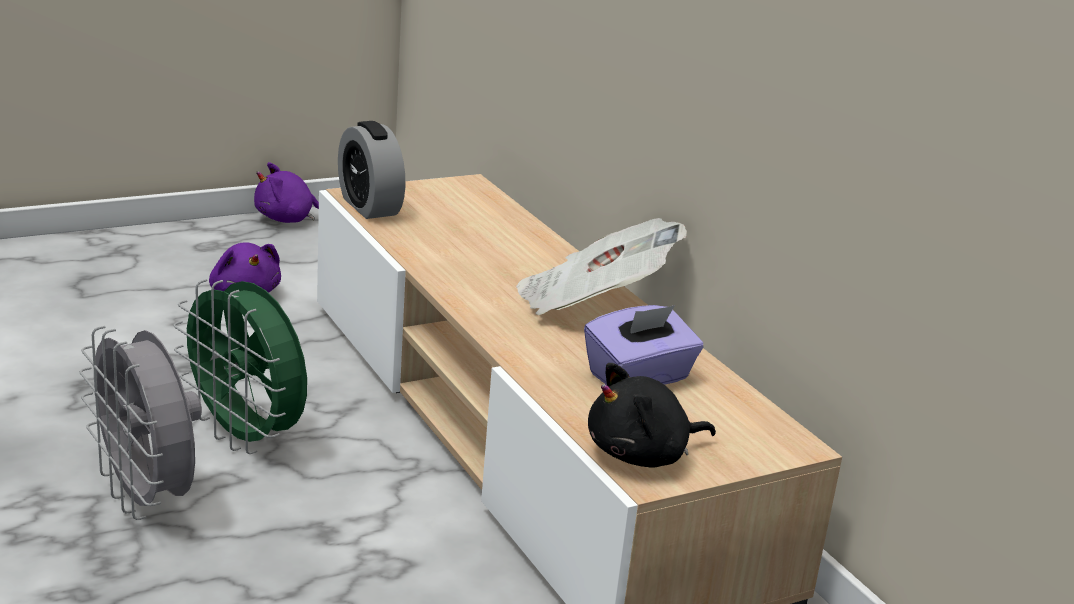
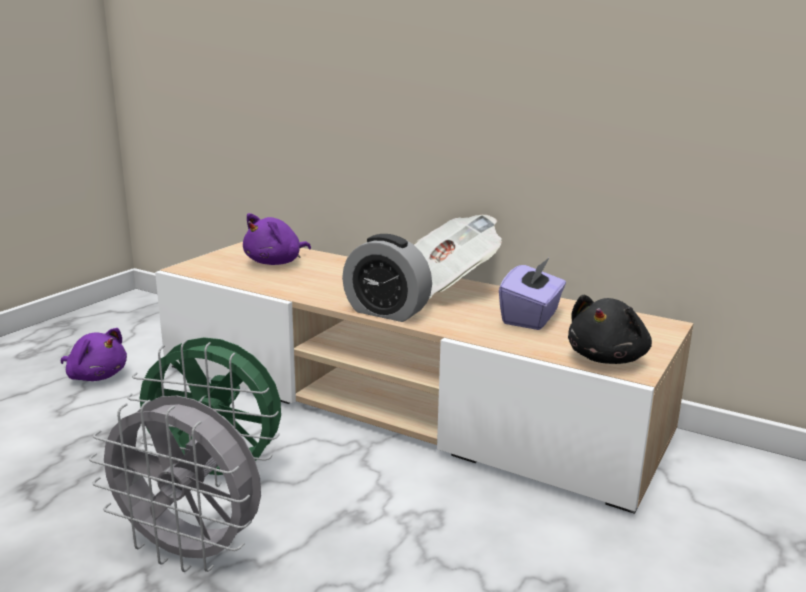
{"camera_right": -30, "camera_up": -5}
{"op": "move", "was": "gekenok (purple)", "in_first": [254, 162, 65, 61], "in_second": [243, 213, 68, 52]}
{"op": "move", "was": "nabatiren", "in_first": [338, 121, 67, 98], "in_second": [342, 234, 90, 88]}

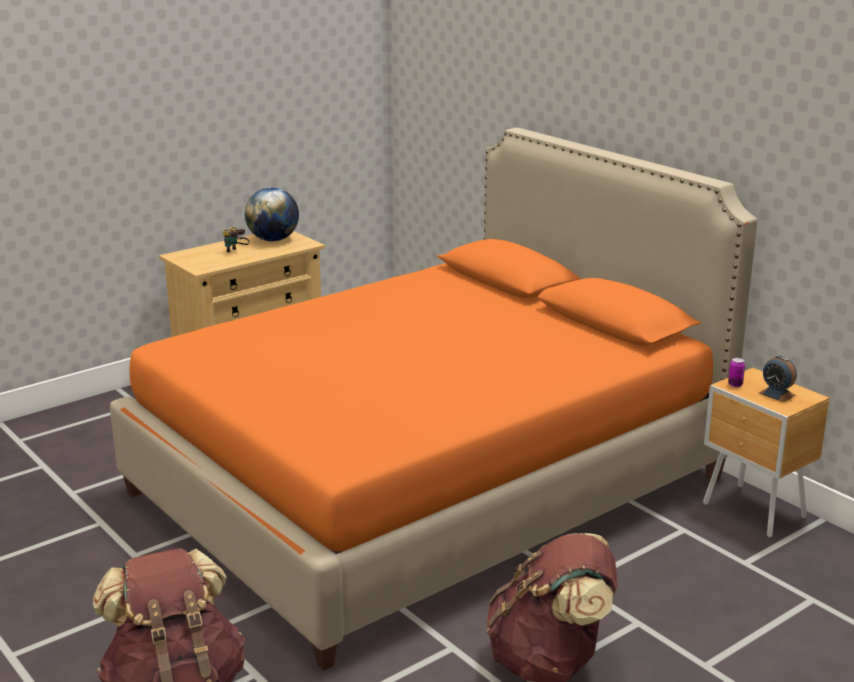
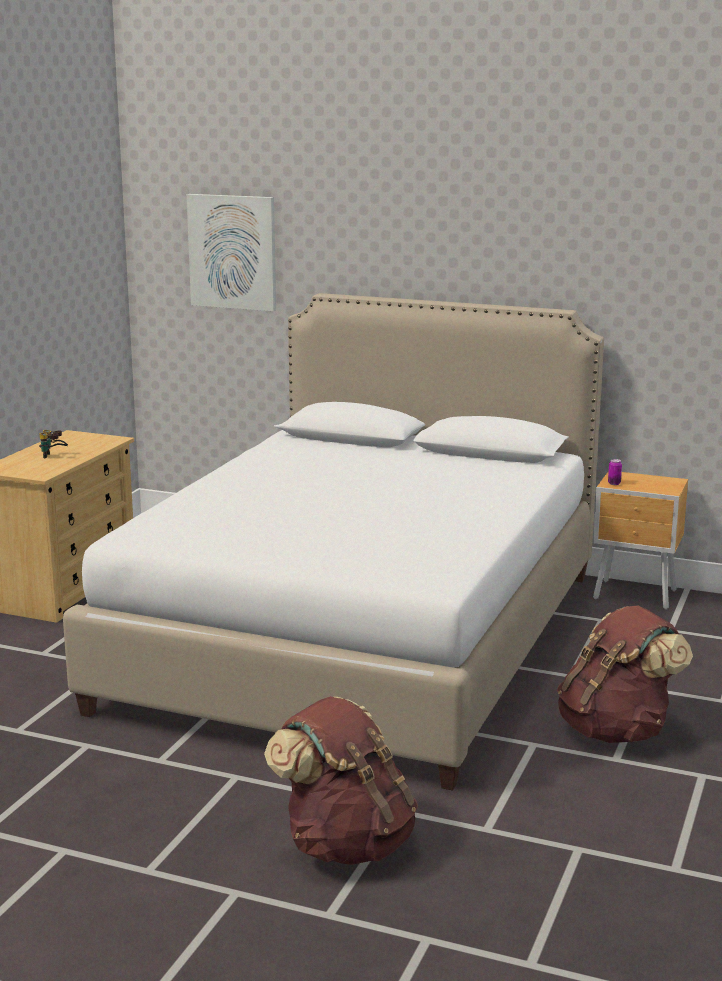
{"camera_right": -30, "camera_up": -5}
{"op": "delete", "was": "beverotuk", "in_first": [245, 187, 54, 54]}
{"op": "delete", "was": "nabatiren", "in_first": [759, 355, 38, 47]}
{"op": "insert", "now": "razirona", "in_second": [187, 194, 89, 117]}
{"op": "recolor", "was": "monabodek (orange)", "now": "monabodek (white)", "in_first": [110, 128, 648, 542], "in_second": [63, 293, 541, 498]}

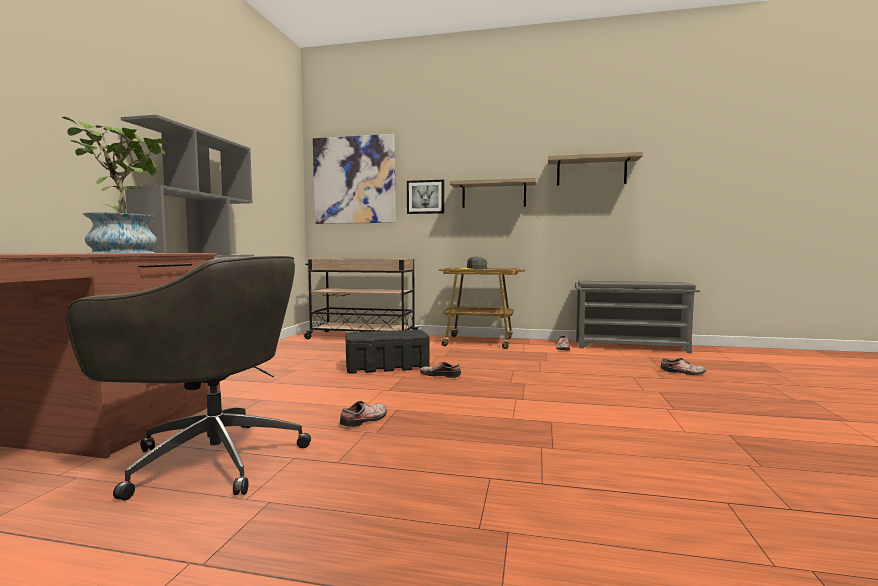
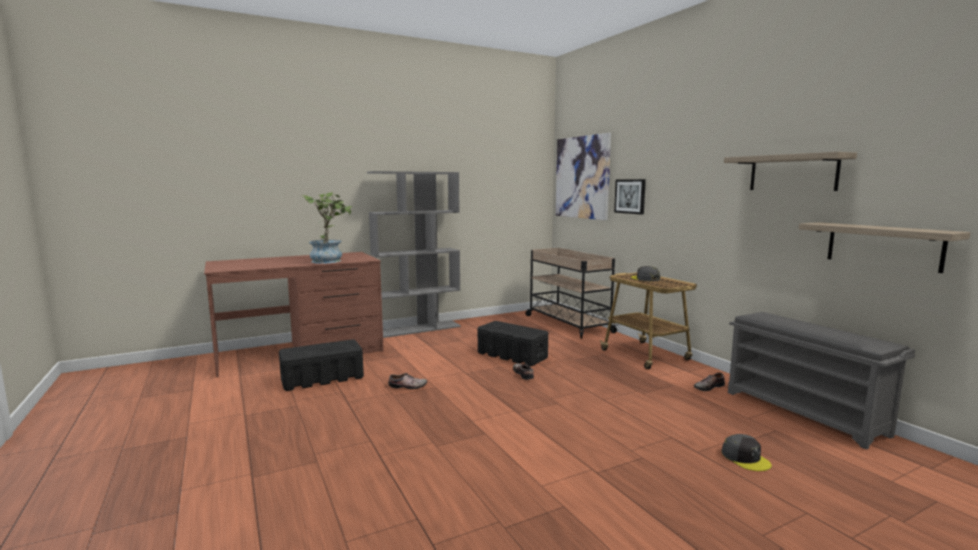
{"camera_right": 50, "camera_up": 5}
{"op": "move", "was": "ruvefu", "in_first": [450, 178, 86, 30], "in_second": [799, 222, 172, 51]}
{"op": "replace", "was": "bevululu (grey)", "now": "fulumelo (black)", "in_first": [66, 256, 245, 244], "in_second": [279, 339, 85, 52]}
{"op": "replace", "was": "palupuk", "now": "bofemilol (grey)", "in_first": [661, 358, 45, 17], "in_second": [722, 434, 50, 37]}

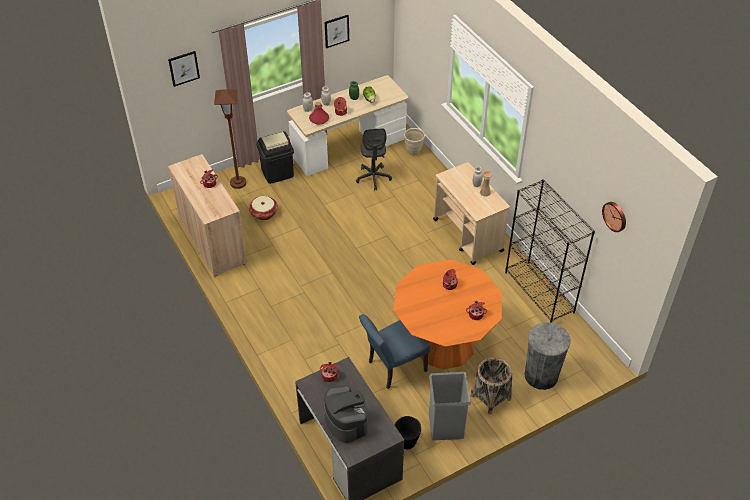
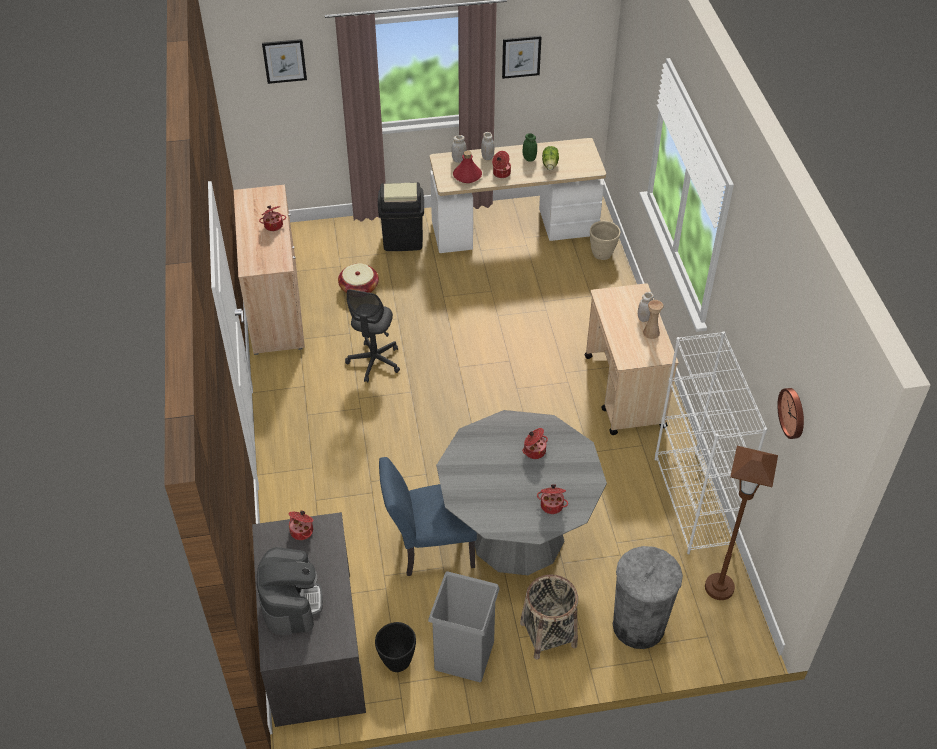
{"camera_right": 20, "camera_up": 0}
{"op": "move", "was": "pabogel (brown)", "in_first": [214, 89, 32, 100], "in_second": [705, 446, 73, 154]}
{"op": "move", "was": "bevululu (grey)", "in_first": [356, 128, 36, 62], "in_second": [345, 289, 55, 93]}
{"op": "recolor", "was": "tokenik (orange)", "now": "tokenik (grey)", "in_first": [393, 260, 109, 109], "in_second": [436, 410, 171, 165]}
{"op": "recolor", "was": "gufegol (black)", "now": "gufegol (white)", "in_first": [505, 179, 90, 144], "in_second": [654, 331, 113, 223]}

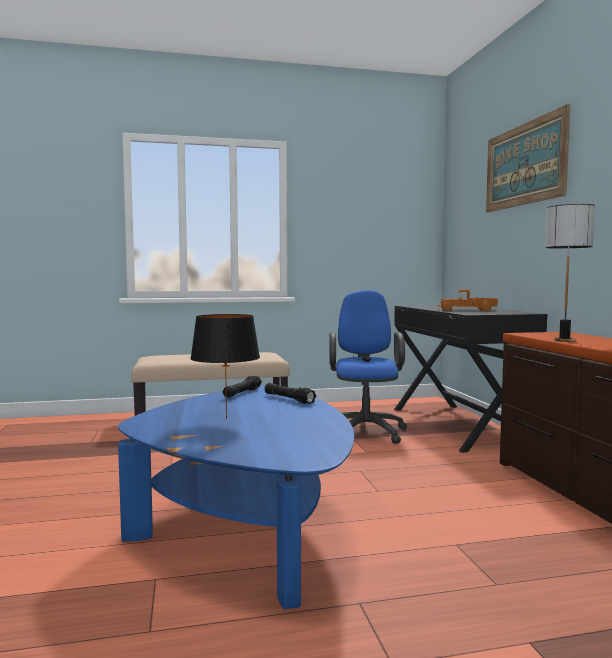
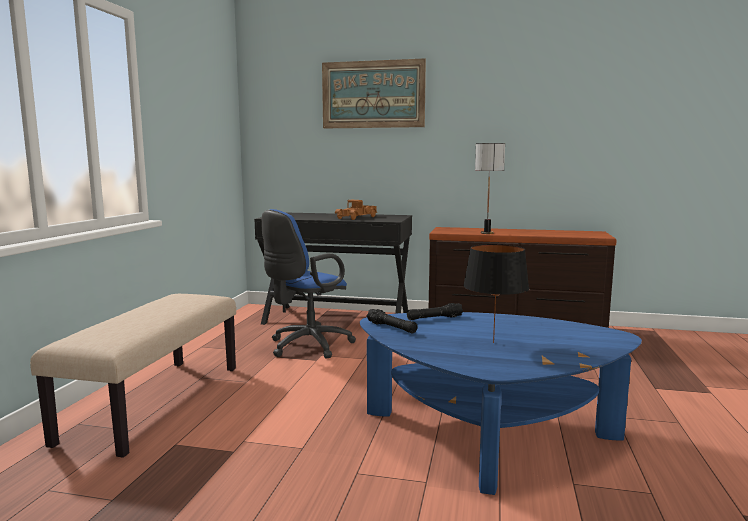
{"camera_right": -65, "camera_up": 5}
{"op": "rotate", "was": "bevululu (blue)", "in_first": [329, 290, 78, 154], "in_second": [261, 209, 95, 150], "clockwise": -75}

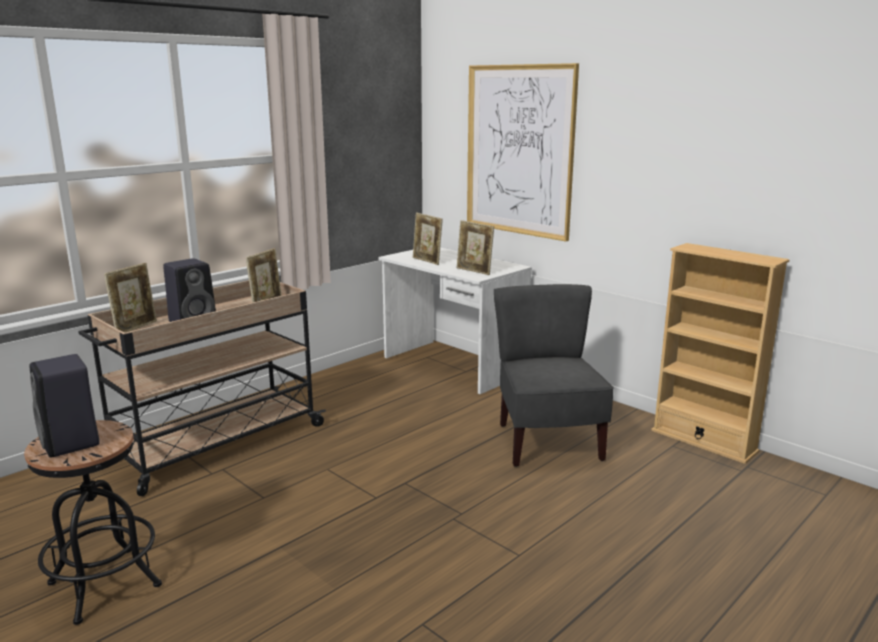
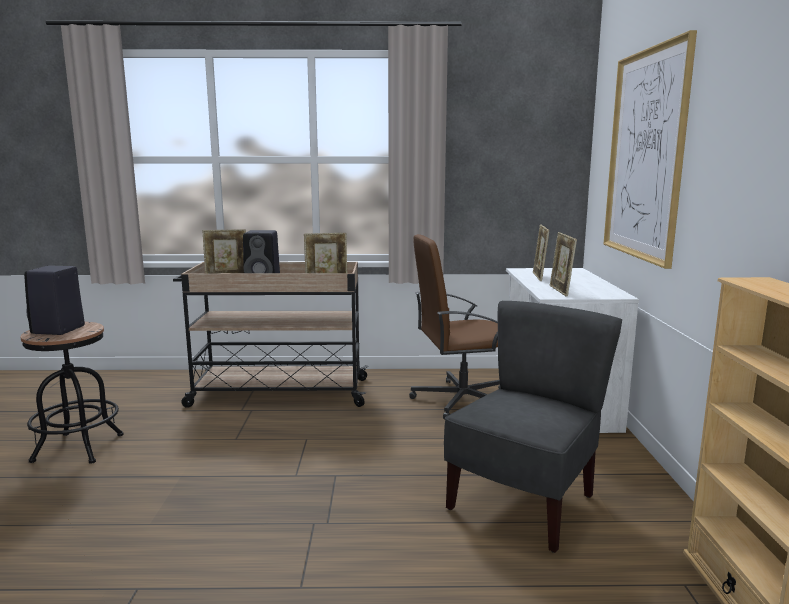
{"camera_right": 45, "camera_up": -5}
{"op": "insert", "now": "bevululu (brown)", "in_second": [409, 234, 91, 186]}

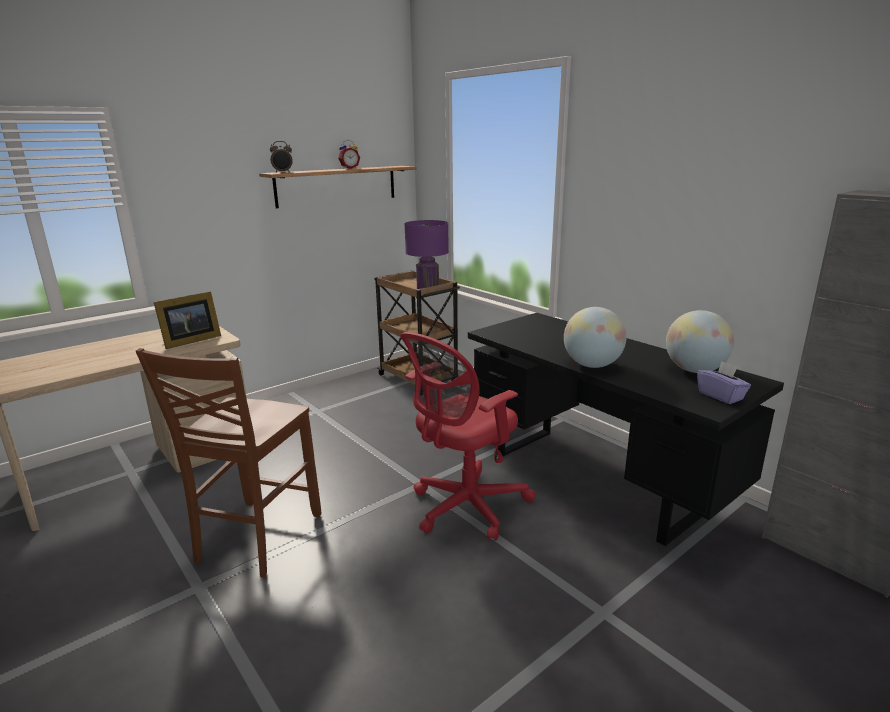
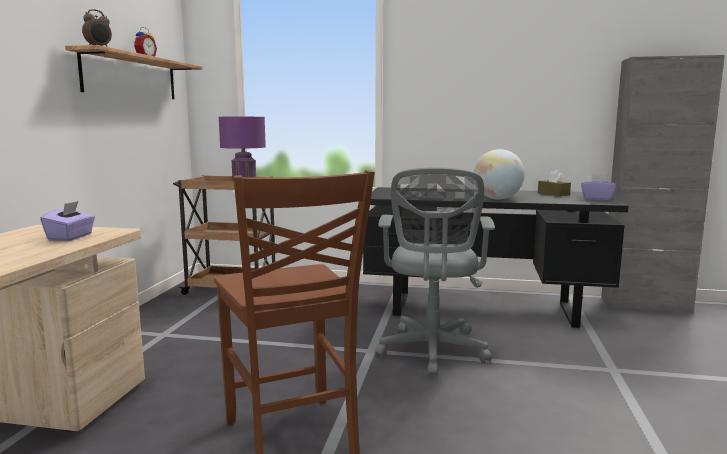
{"camera_right": -40, "camera_up": -10}
{"op": "replace", "was": "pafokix", "now": "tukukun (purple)", "in_first": [154, 291, 67, 58], "in_second": [40, 201, 55, 40]}
{"op": "replace", "was": "beverotuk", "now": "tukukun (brown)", "in_first": [666, 310, 68, 63], "in_second": [538, 170, 33, 26]}
{"op": "recolor", "was": "bevululu (red)", "now": "bevululu (grey)", "in_first": [400, 332, 136, 209], "in_second": [375, 167, 120, 210]}

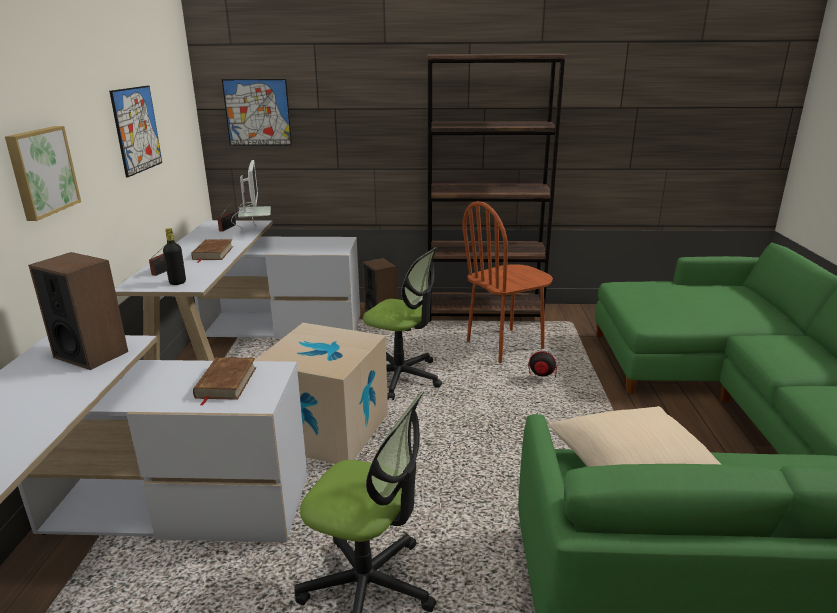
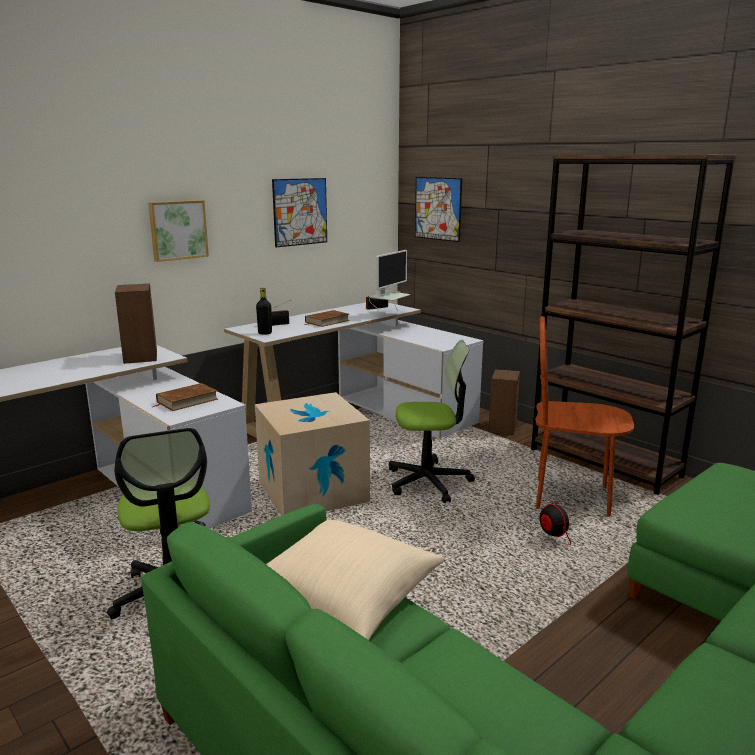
{"camera_right": 45, "camera_up": -5}
{"op": "rotate", "was": "bevululu", "in_first": [363, 247, 79, 153], "in_second": [389, 340, 86, 163], "clockwise": -75}

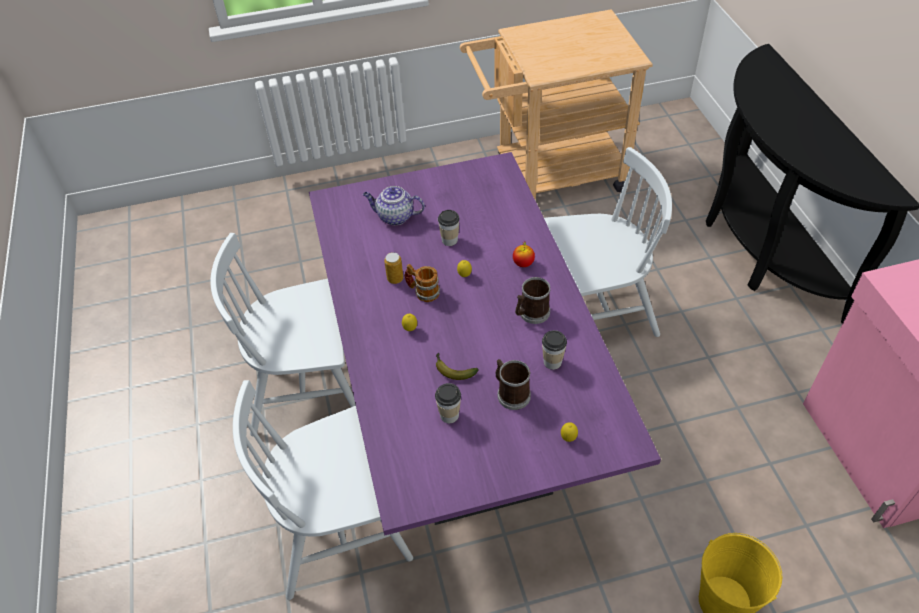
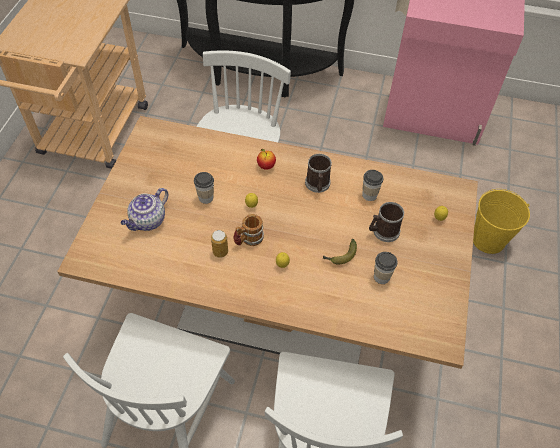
{"camera_right": -65, "camera_up": 5}
{"op": "recolor", "was": "tokenik (purple)", "now": "tokenik (brown)", "in_first": [309, 152, 352, 383], "in_second": [57, 116, 421, 253]}

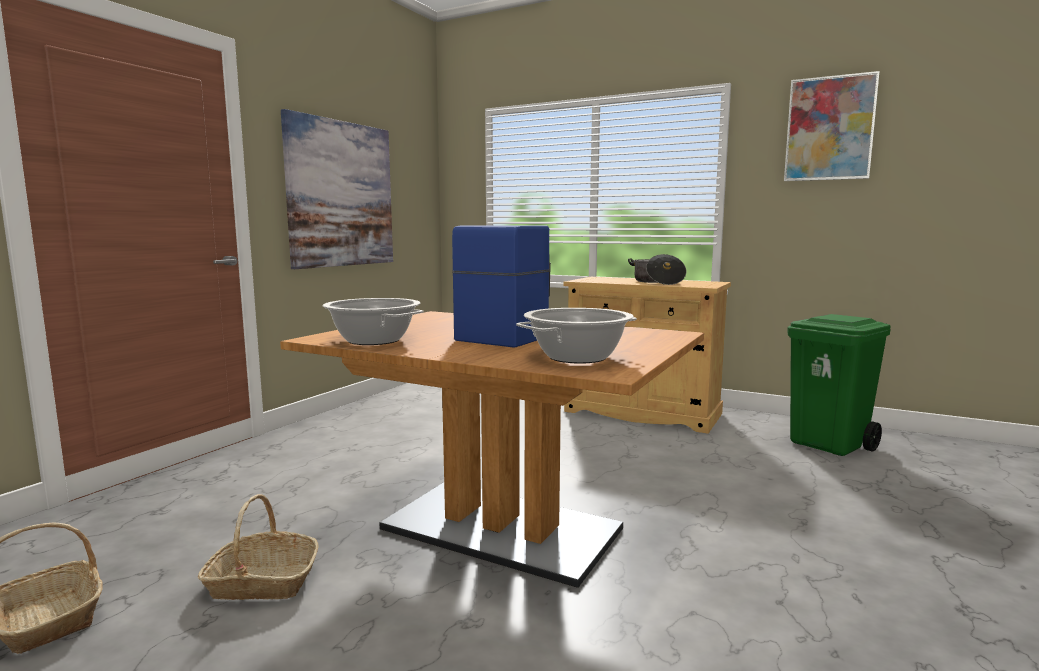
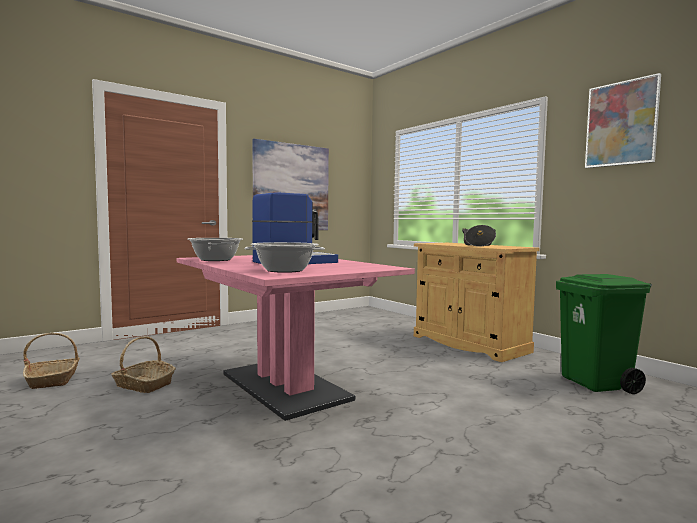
{"camera_right": 25, "camera_up": -5}
{"op": "recolor", "was": "tokenik (brown)", "now": "tokenik (pink)", "in_first": [280, 311, 424, 277], "in_second": [177, 255, 238, 166]}

